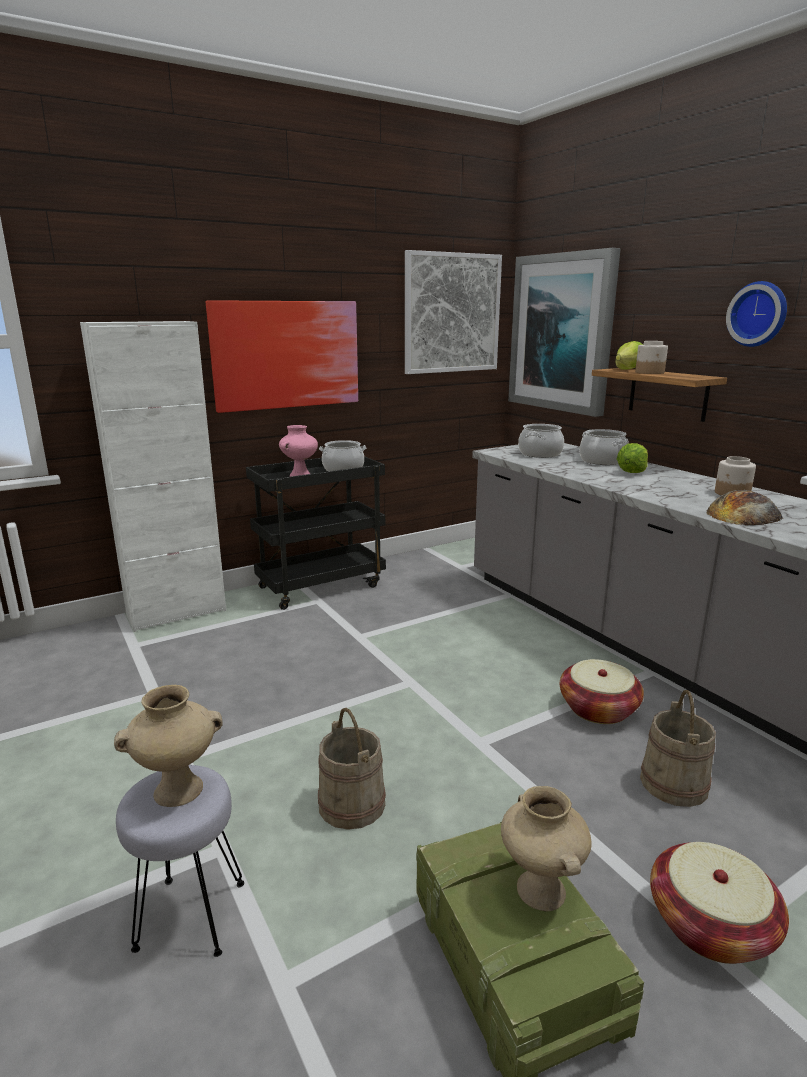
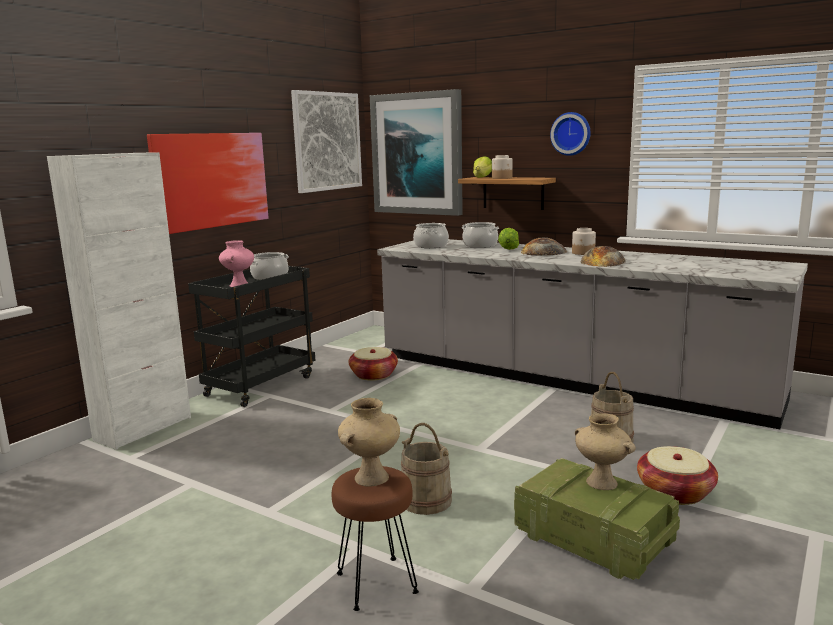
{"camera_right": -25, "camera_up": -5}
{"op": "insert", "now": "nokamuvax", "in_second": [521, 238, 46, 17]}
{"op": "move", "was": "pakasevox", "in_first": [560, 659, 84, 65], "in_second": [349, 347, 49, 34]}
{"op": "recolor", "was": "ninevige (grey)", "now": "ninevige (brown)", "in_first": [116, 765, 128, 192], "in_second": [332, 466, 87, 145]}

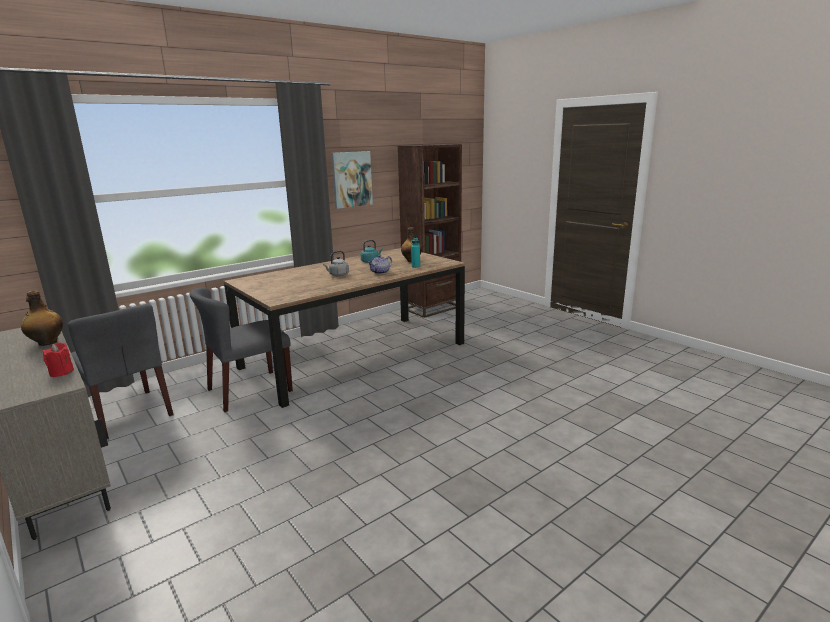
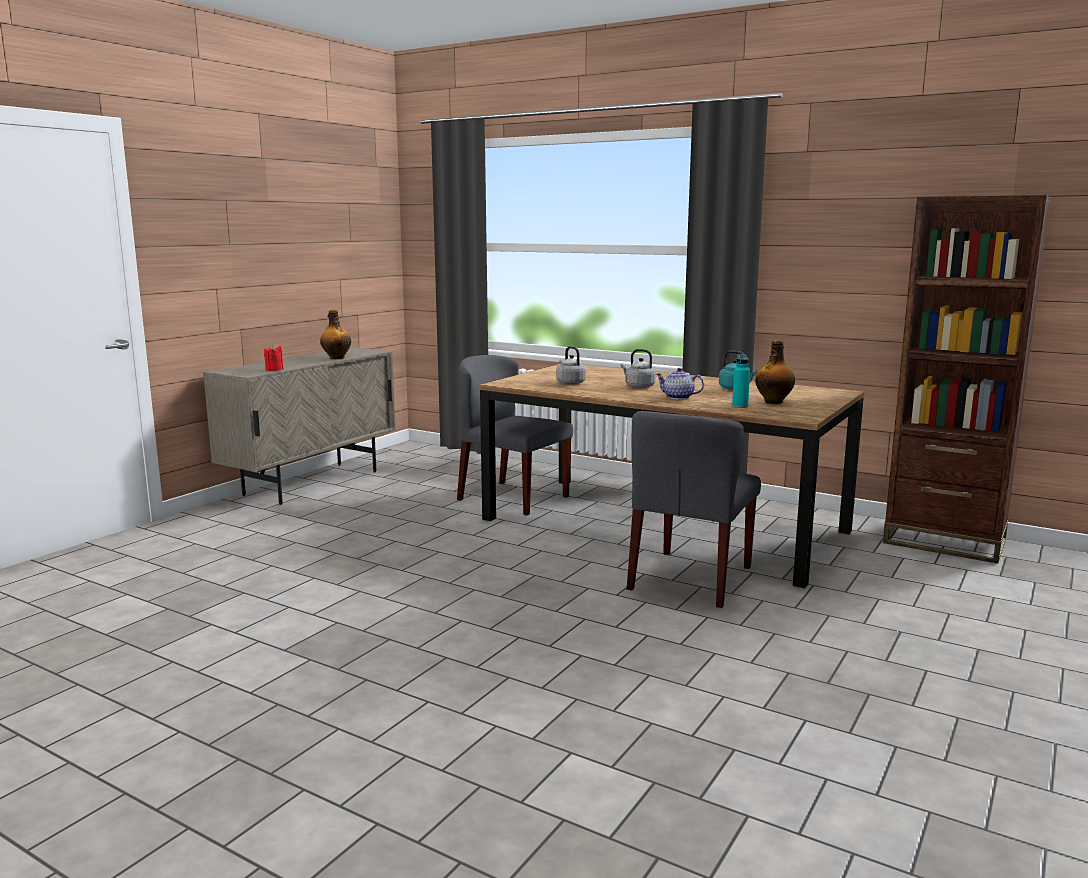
{"camera_right": 70, "camera_up": -5}
{"op": "delete", "was": "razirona", "in_first": [331, 151, 42, 58]}
{"op": "insert", "now": "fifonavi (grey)", "in_second": [556, 346, 30, 39]}
{"op": "move", "was": "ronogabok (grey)", "in_first": [67, 304, 107, 135], "in_second": [627, 411, 134, 197]}

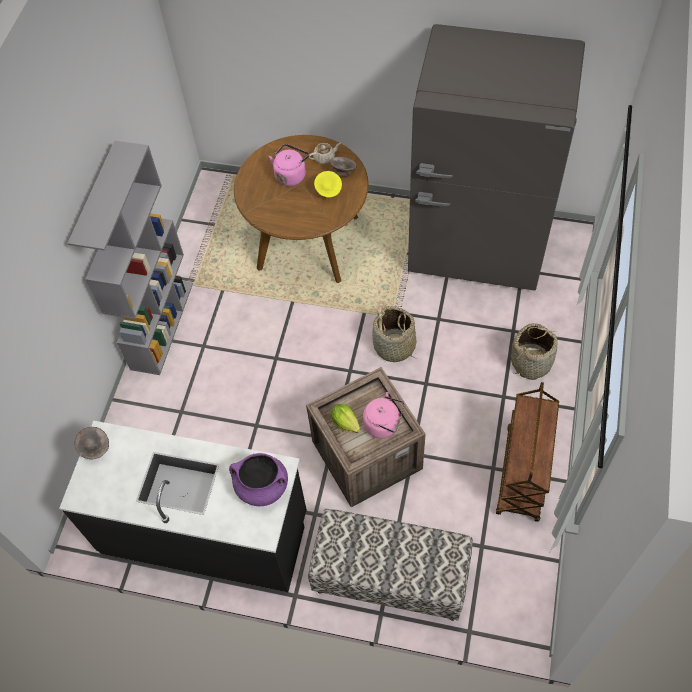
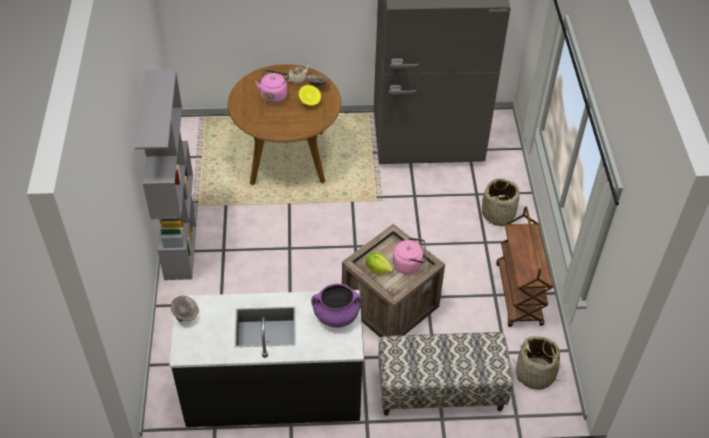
{"camera_right": -20, "camera_up": -10}
{"op": "move", "was": "pakasevox", "in_first": [372, 306, 45, 56], "in_second": [513, 336, 52, 54]}

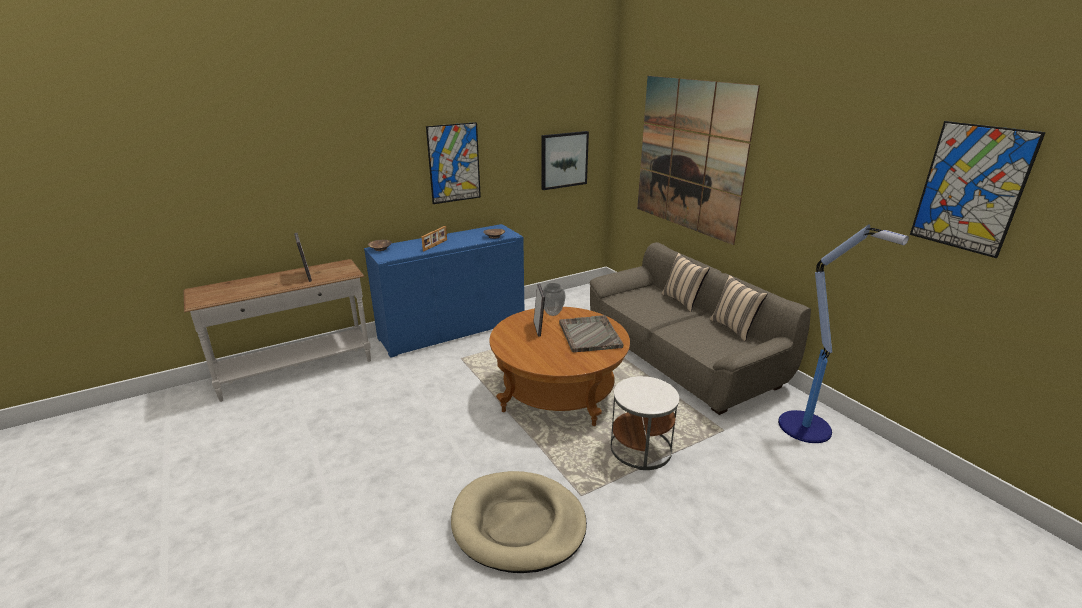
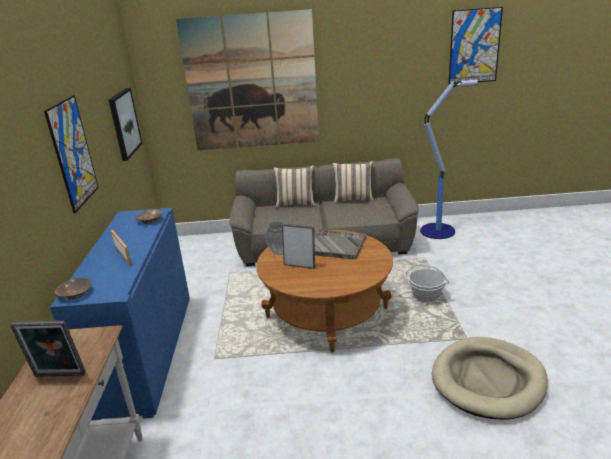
{"camera_right": -60, "camera_up": 0}
{"op": "replace", "was": "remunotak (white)", "now": "pakasevox", "in_first": [611, 376, 68, 94], "in_second": [406, 264, 43, 38]}

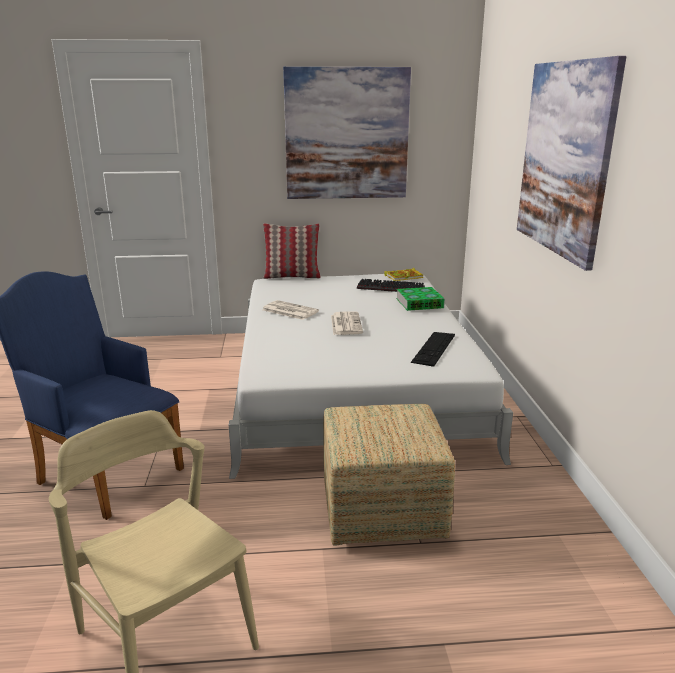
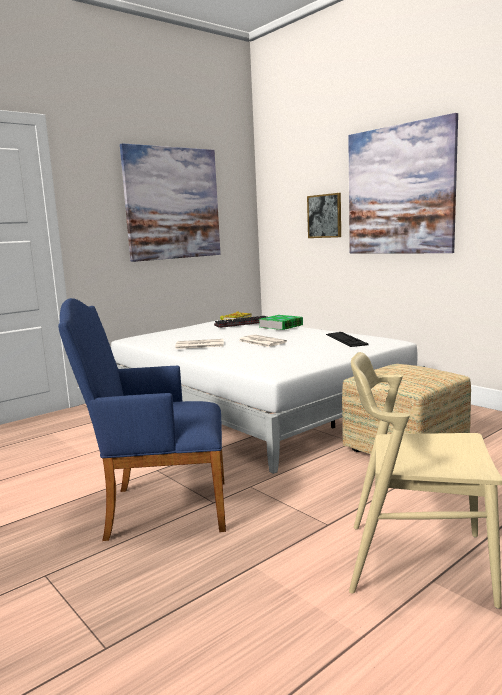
{"camera_right": -35, "camera_up": -10}
{"op": "delete", "was": "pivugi", "in_first": [263, 223, 57, 56]}
{"op": "insert", "now": "razirona", "in_second": [307, 193, 34, 45]}

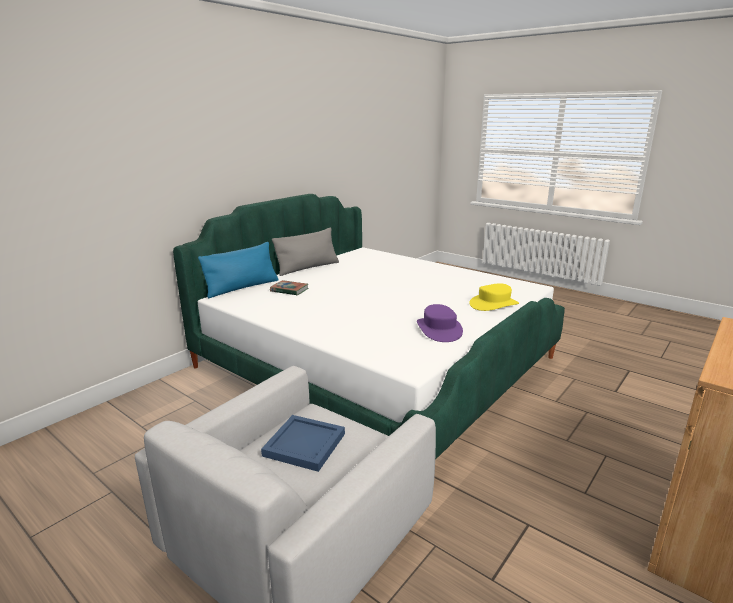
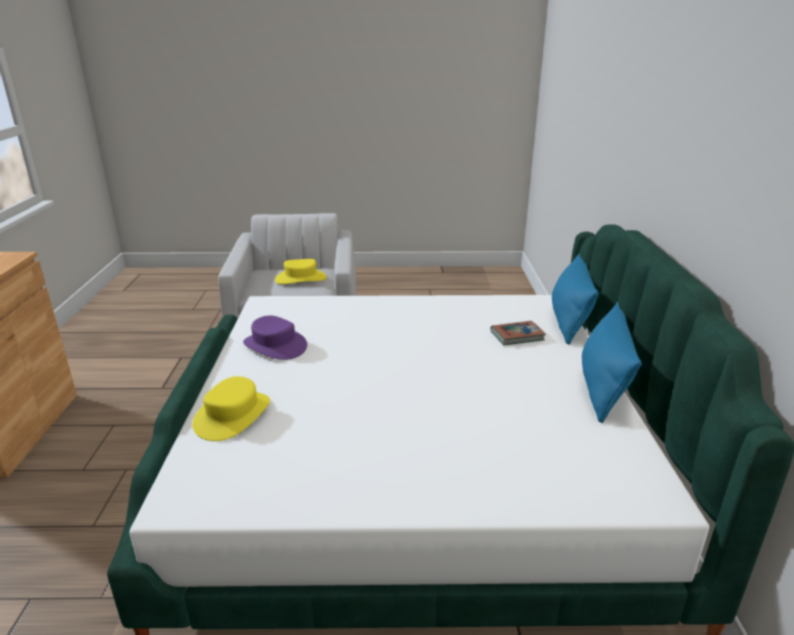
{"camera_right": 140, "camera_up": 5}
{"op": "replace", "was": "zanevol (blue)", "now": "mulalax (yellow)", "in_first": [261, 415, 84, 57], "in_second": [275, 259, 52, 25]}
{"op": "recolor", "was": "pivugi (grey)", "now": "pivugi (blue)", "in_first": [272, 227, 67, 49], "in_second": [582, 302, 60, 121]}

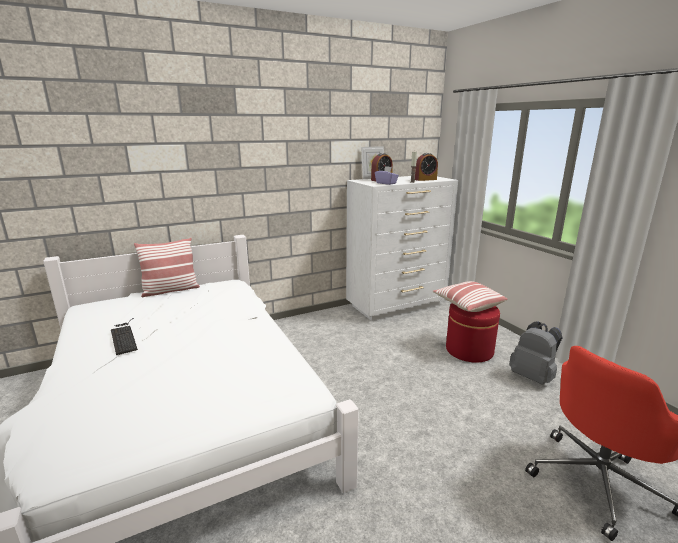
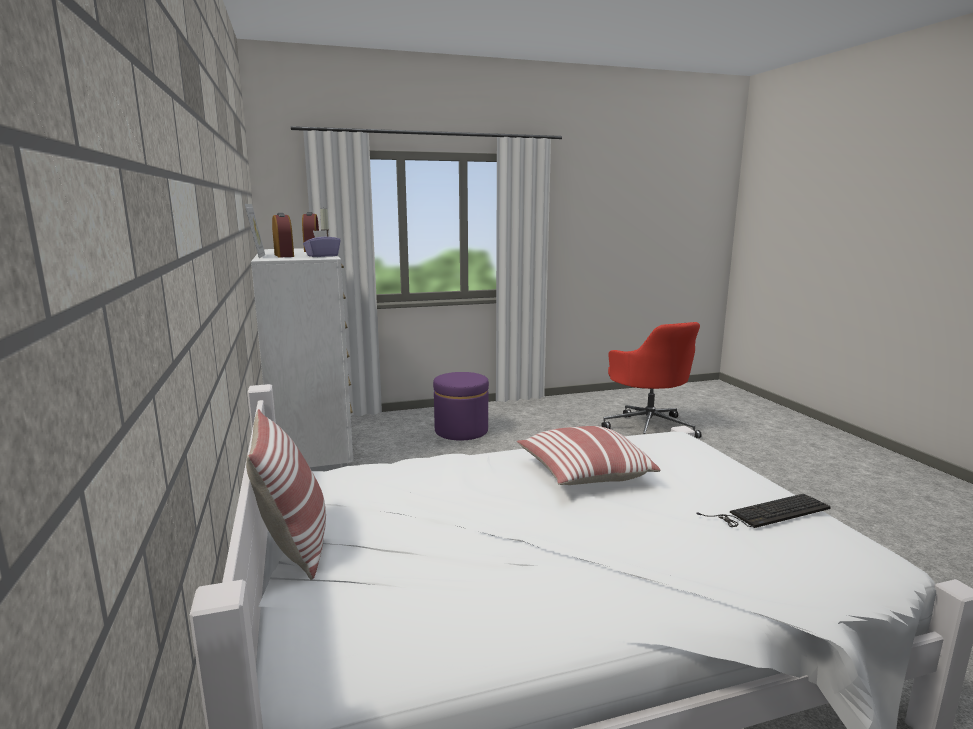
{"camera_right": -80, "camera_up": -5}
{"op": "delete", "was": "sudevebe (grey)", "in_first": [509, 321, 54, 64]}
{"op": "move", "was": "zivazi", "in_first": [111, 318, 27, 37], "in_second": [696, 494, 135, 34]}
{"op": "move", "was": "pivugi", "in_first": [433, 281, 75, 31], "in_second": [517, 426, 144, 59]}
{"op": "recolor", "was": "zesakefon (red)", "now": "zesakefon (purple)", "in_first": [446, 303, 54, 60], "in_second": [433, 372, 56, 68]}

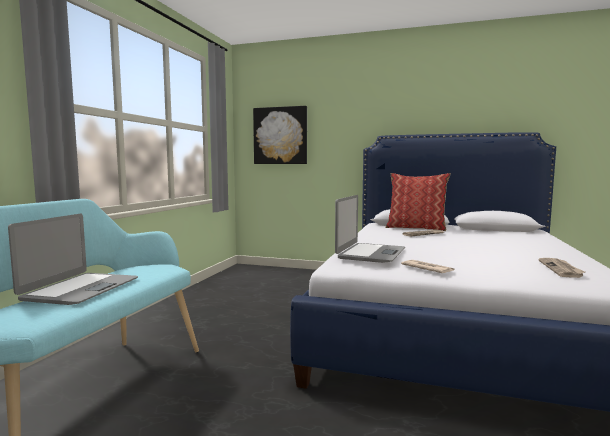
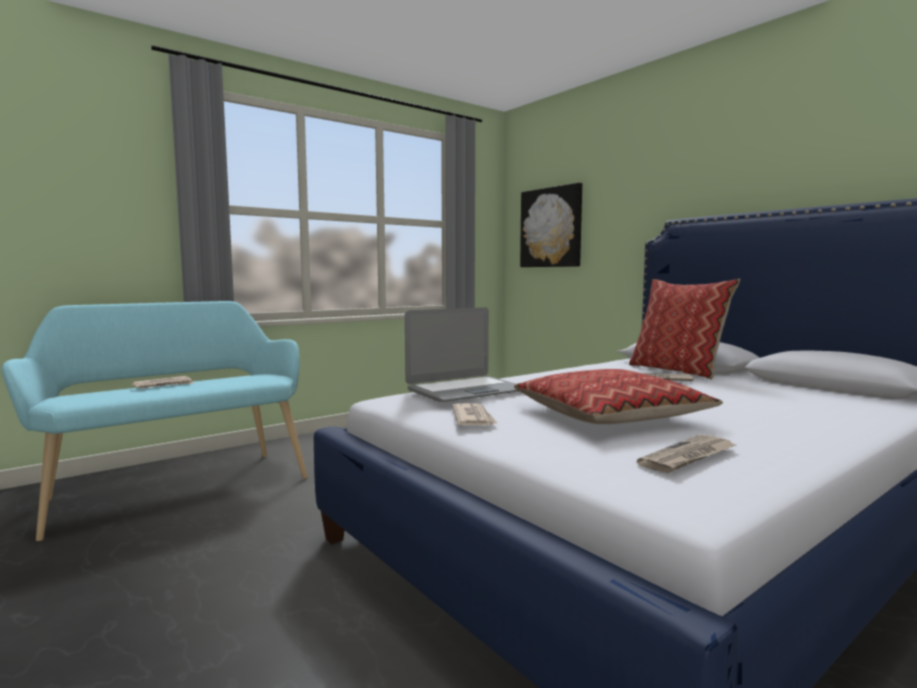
{"camera_right": 35, "camera_up": 0}
{"op": "insert", "now": "pivugi", "in_second": [514, 369, 209, 55]}
{"op": "replace", "was": "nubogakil", "now": "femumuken", "in_first": [8, 214, 130, 91], "in_second": [132, 376, 62, 12]}

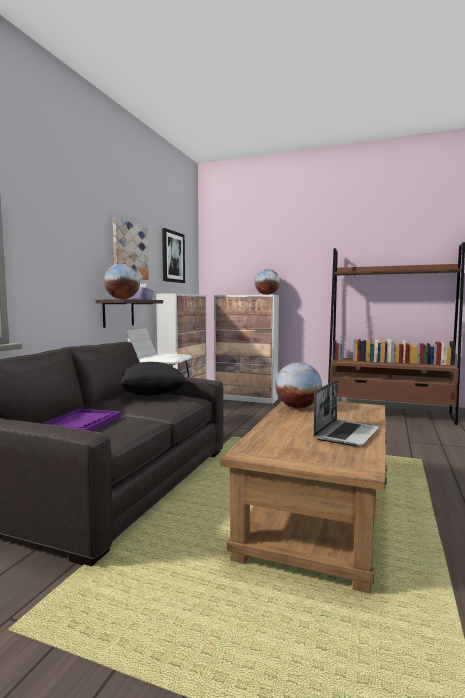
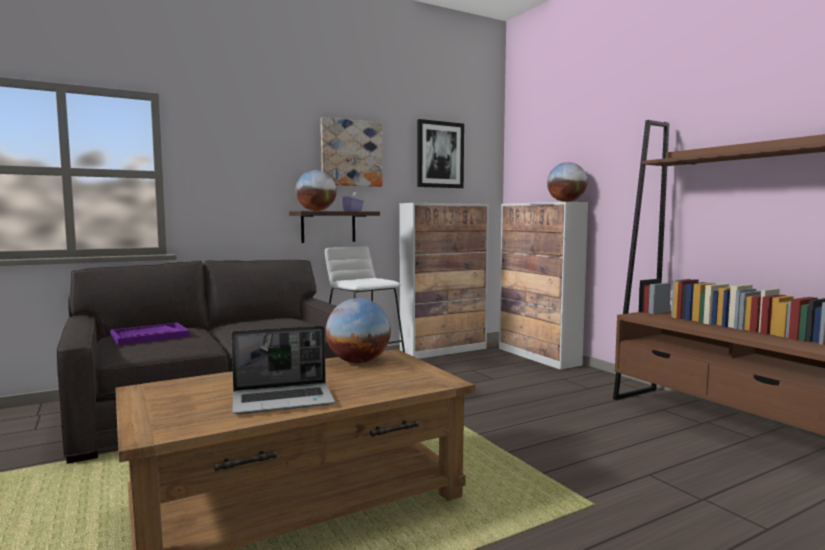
{"camera_right": 40, "camera_up": 0}
{"op": "delete", "was": "pivugi (black)", "in_first": [121, 362, 66, 34]}

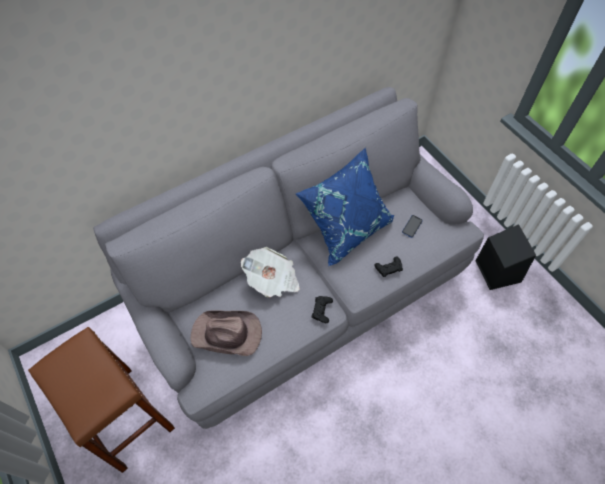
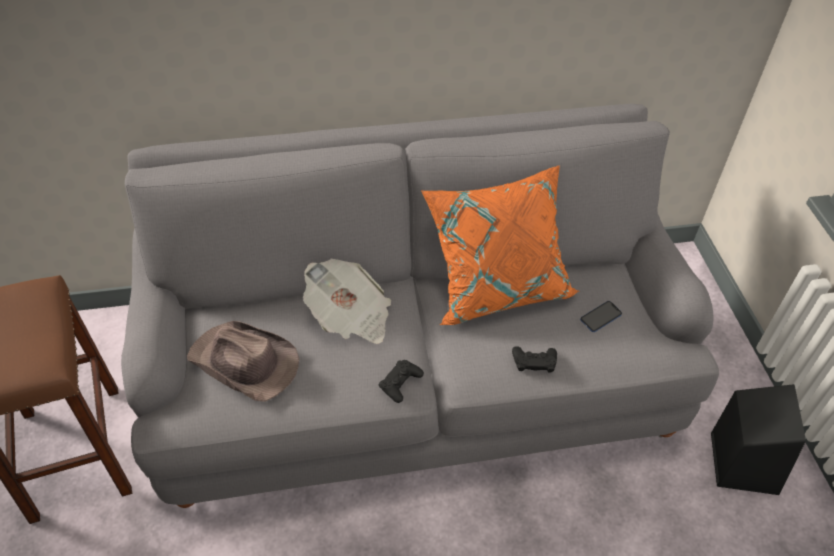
{"camera_right": 20, "camera_up": -10}
{"op": "recolor", "was": "pivugi (blue)", "now": "pivugi (orange)", "in_first": [296, 148, 98, 118], "in_second": [421, 165, 158, 160]}

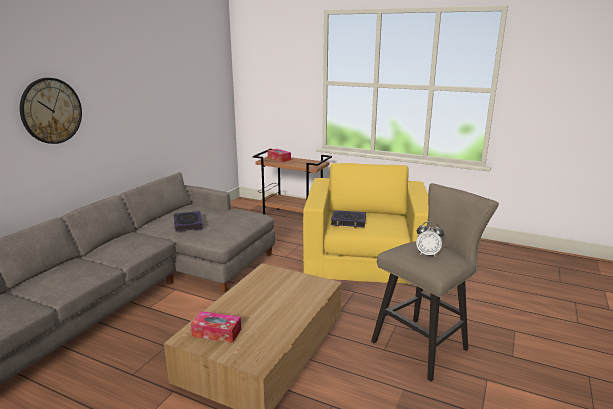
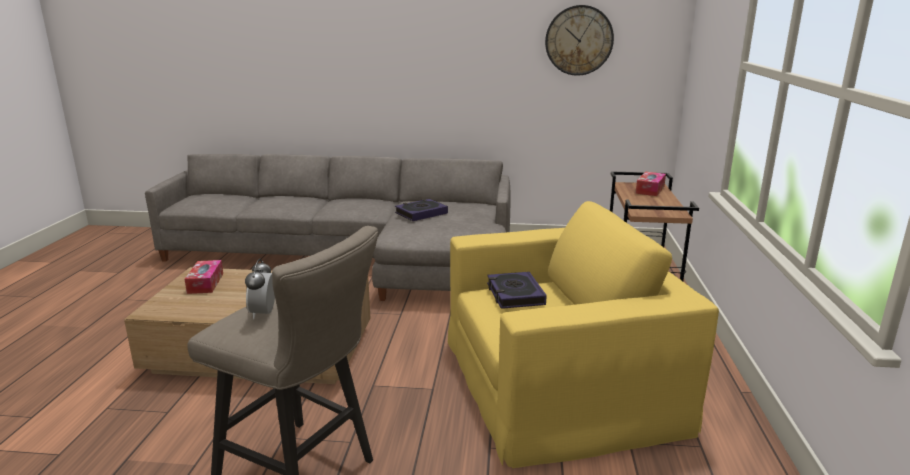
{"camera_right": 70, "camera_up": 0}
{"op": "move", "was": "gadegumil", "in_first": [20, 78, 62, 66], "in_second": [545, 5, 69, 71]}

